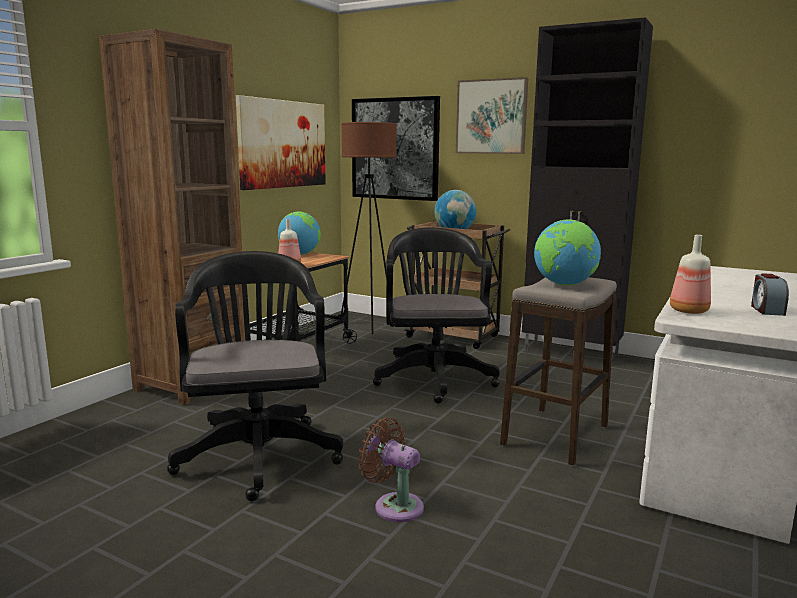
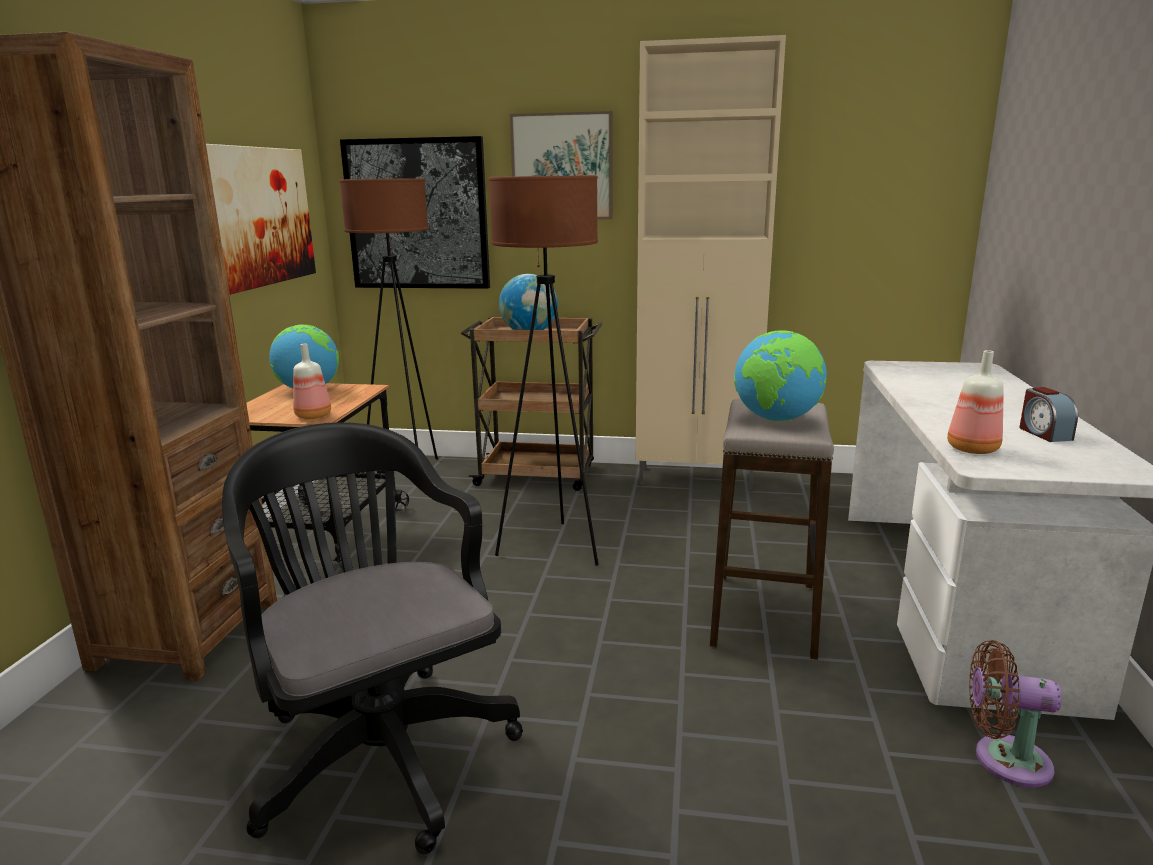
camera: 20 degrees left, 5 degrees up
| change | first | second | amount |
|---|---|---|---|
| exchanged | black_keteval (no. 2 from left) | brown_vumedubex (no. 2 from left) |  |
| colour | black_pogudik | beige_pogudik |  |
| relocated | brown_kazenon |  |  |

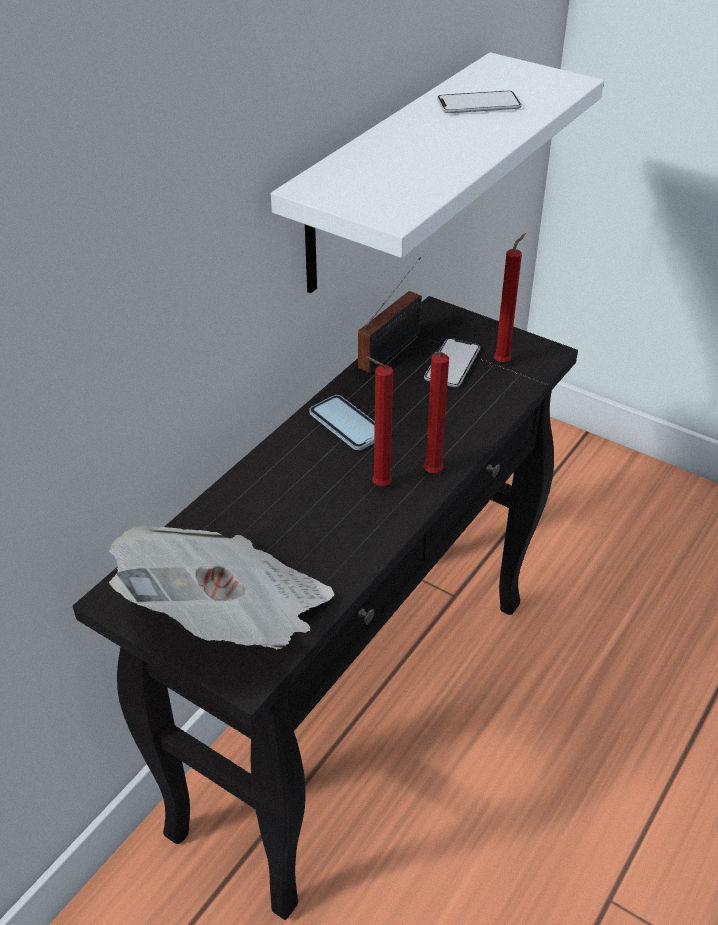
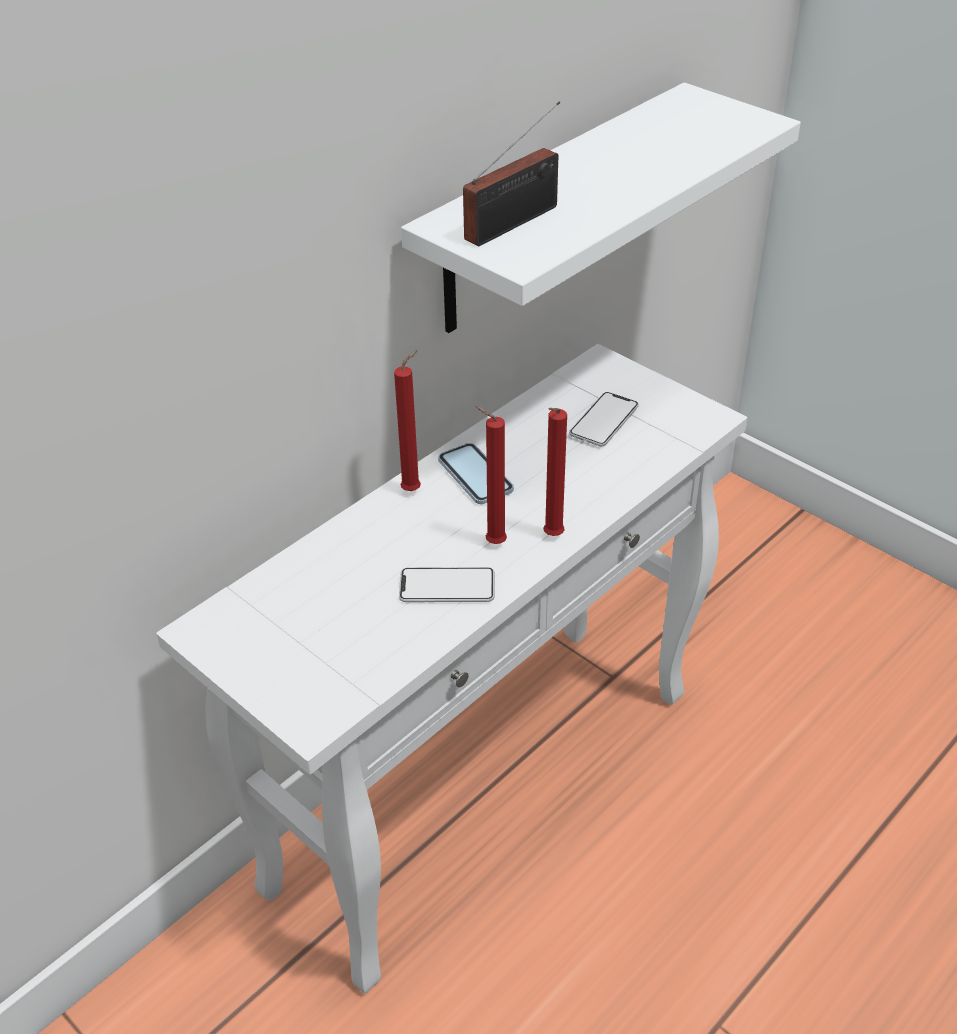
camera: 10 degrees right, 0 degrees up
| change | first | second | amount |
|---|---|---|---|
| colour | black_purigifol | white_purigifol |  |
| relocated | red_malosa (no. 3 from left in the first image) | red_malosa (no. 1 from left) |  |
| relocated | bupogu (no. 3 from left in the first image) | bupogu (no. 1 from left) |  |
| relocated | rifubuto |  |  |
| missing | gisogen |  |  |

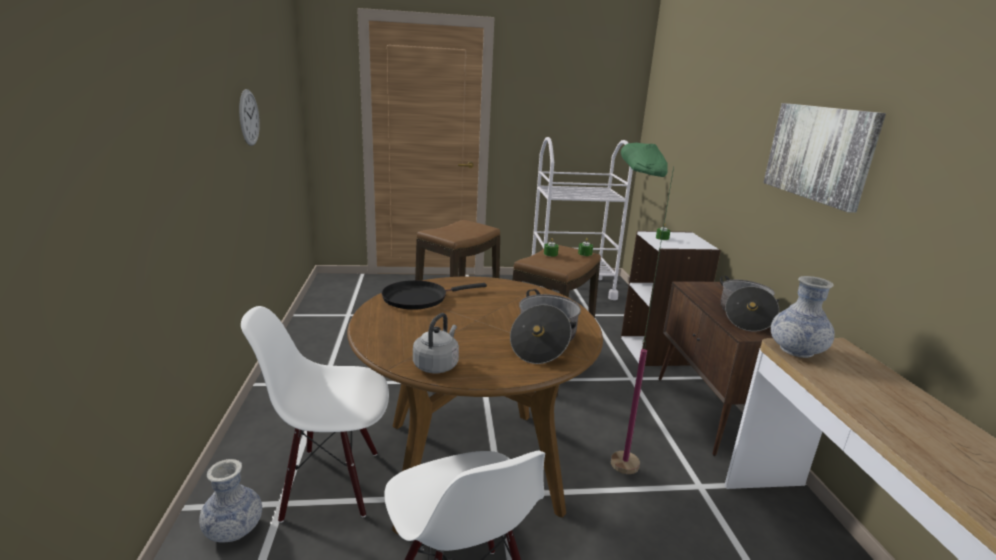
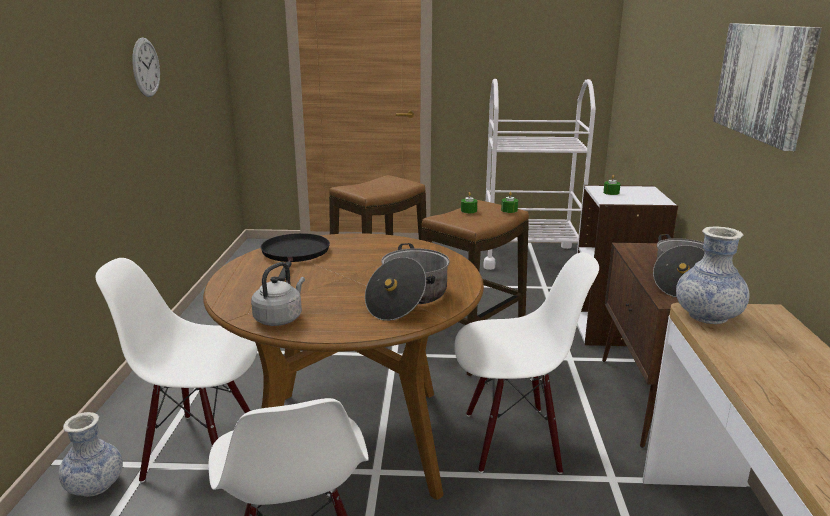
camera: 10 degrees right, 0 degrees up
| change | first | second | amount |
|---|---|---|---|
| spun | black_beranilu |  | 105 degrees clockwise |
| exchanged | green_vumedubex | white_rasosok (no. 3 from left) |  |

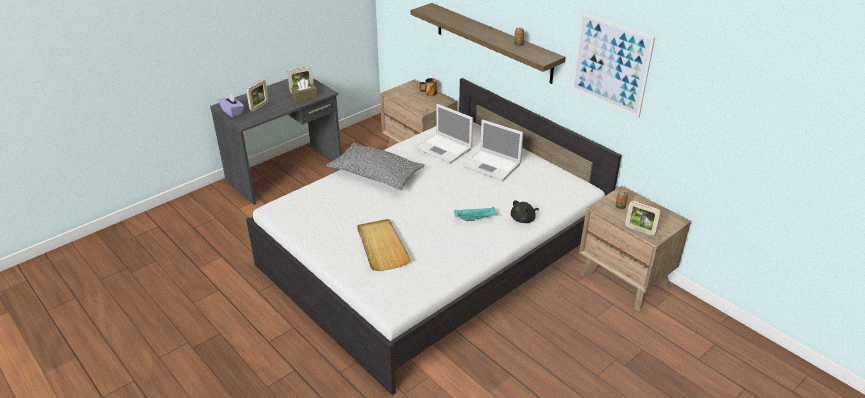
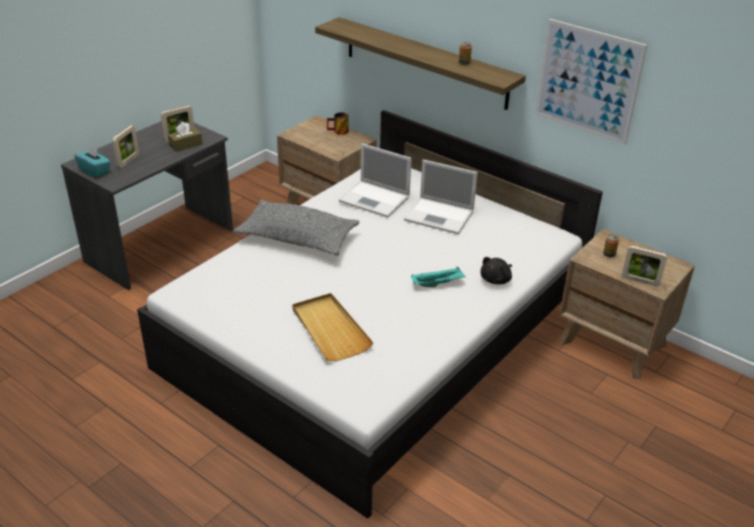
camera: 10 degrees left, 0 degrees up
| change | first | second | amount |
|---|---|---|---|
| colour | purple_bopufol | turquoise_bopufol |  |

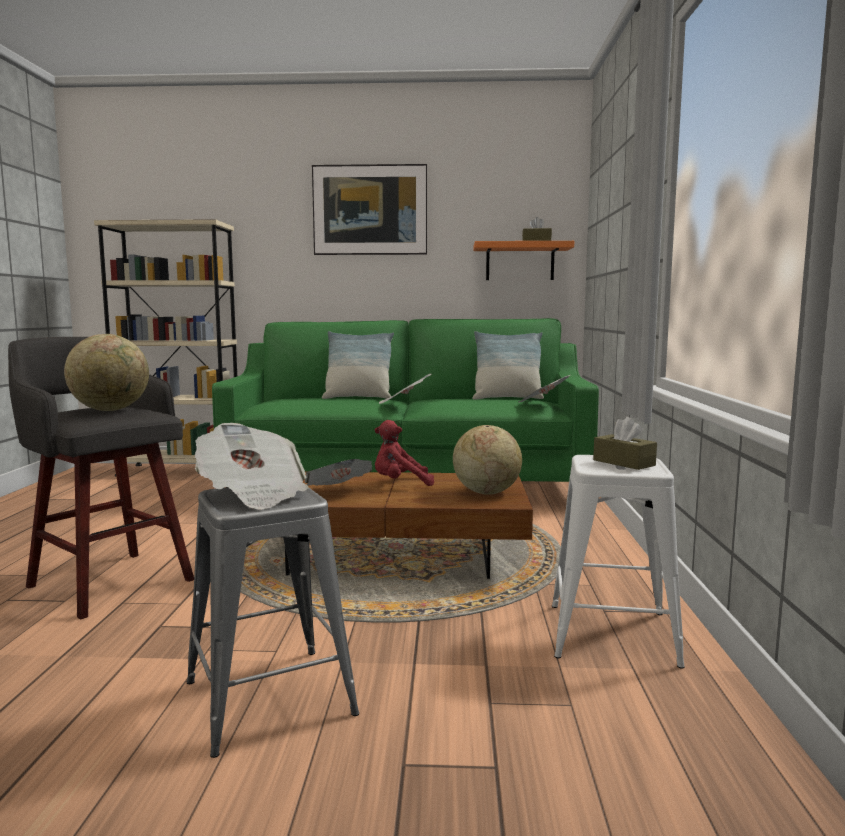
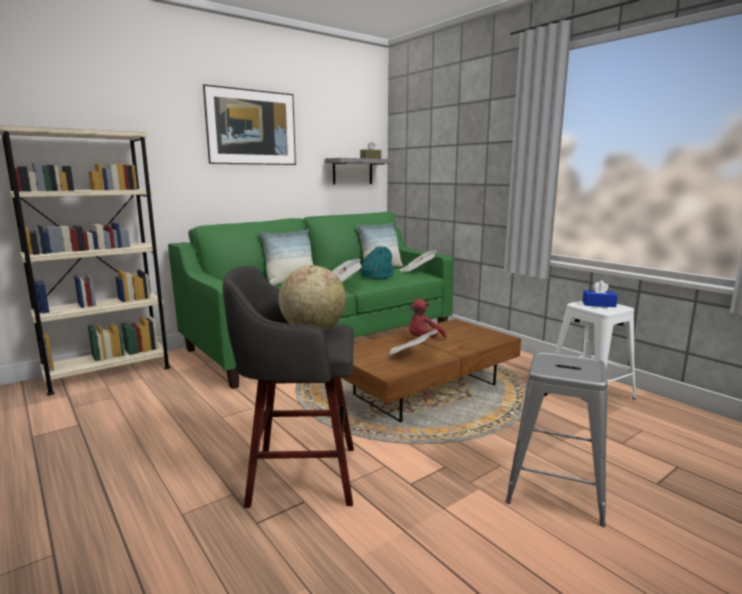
camera: 40 degrees left, 5 degrees up
| change | first | second | amount |
|---|---|---|---|
| colour | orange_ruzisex | grey_ruzisex |  |
| appeared |  | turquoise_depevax |  |
| colour | brown_bopufol (no. 2 from left) | blue_bopufol |  |
| missing | gisogen (no. 1 from left) |  |  |
| missing | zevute (no. 2 from left) |  |  |

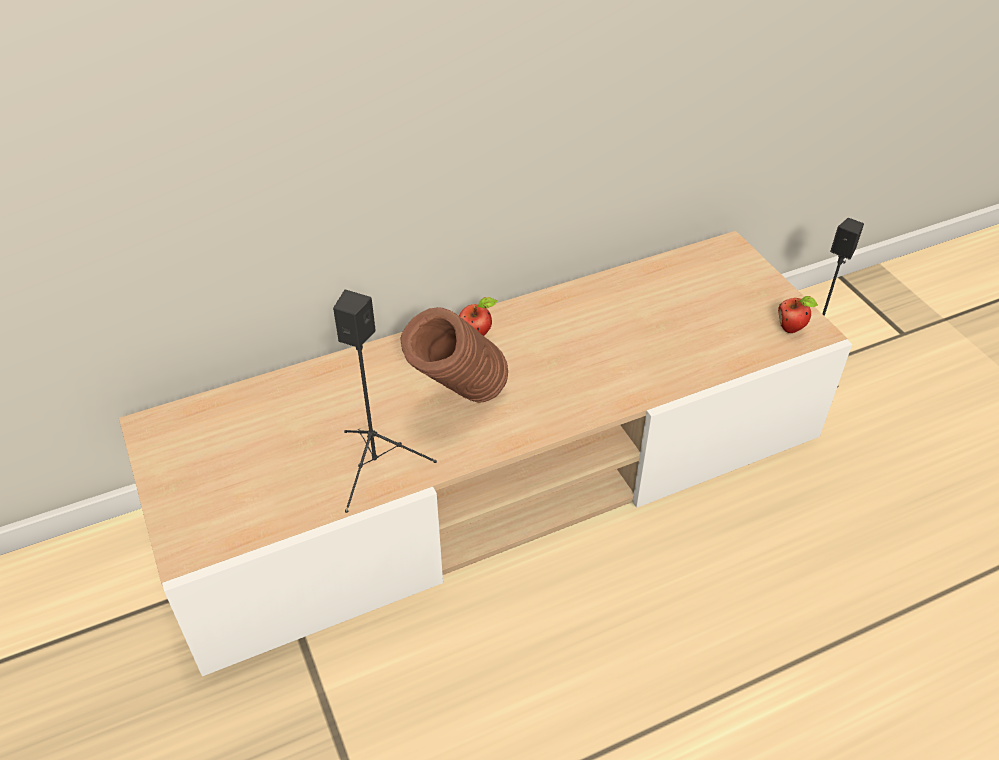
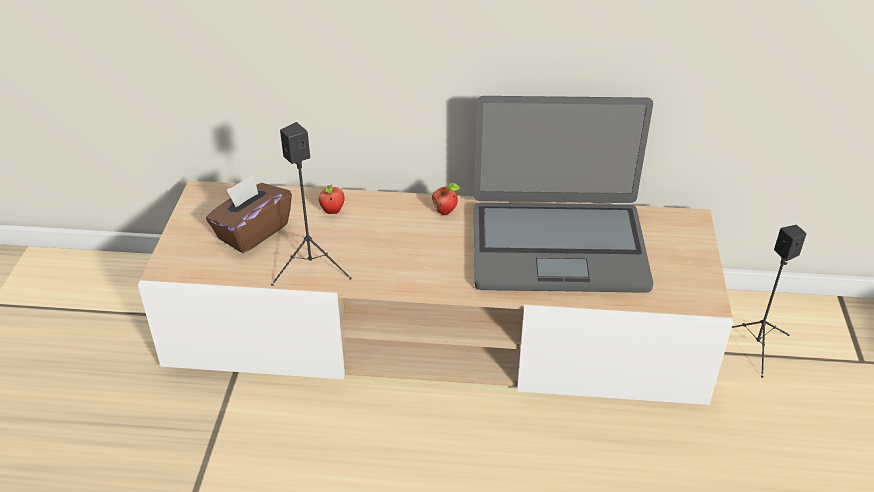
camera: 30 degrees right, 5 degrees down
| change | first | second | amount |
|---|---|---|---|
| appeared |  | brown_bopufol |  |
| relocated | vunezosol (no. 2 from left in the first image) | vunezosol (no. 1 from left) |  |
| appeared |  | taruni |  |
| missing | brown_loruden |  |  |

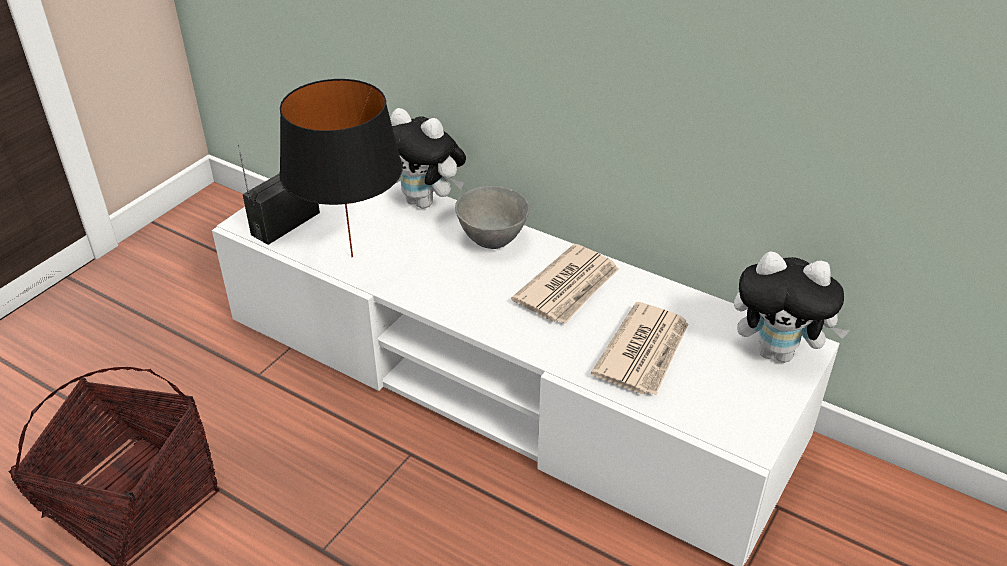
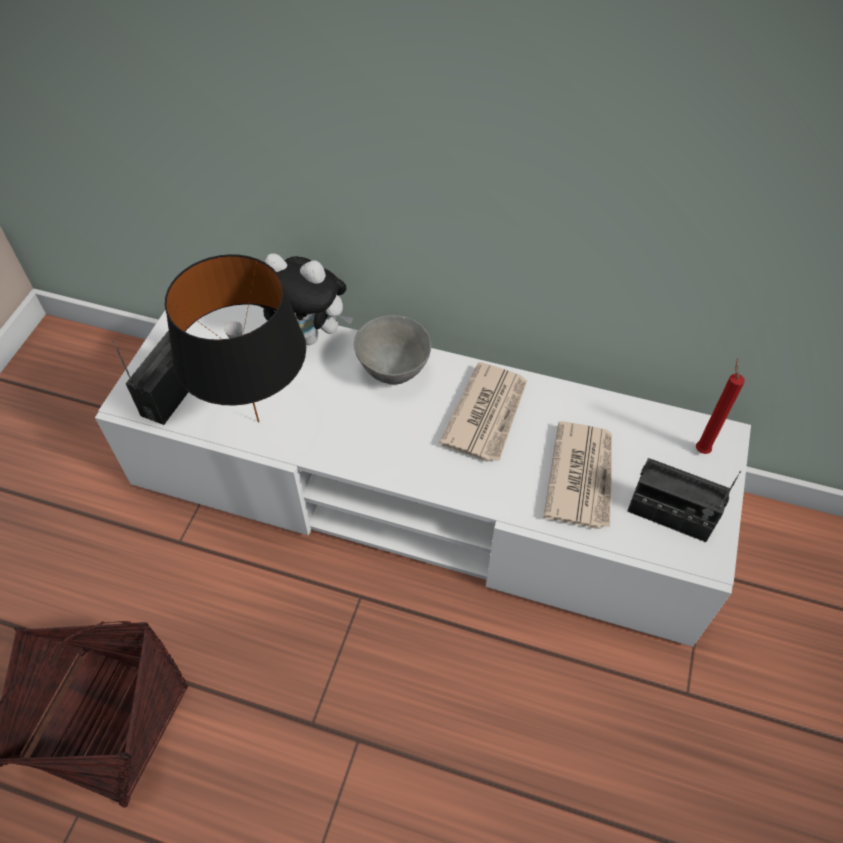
camera: 15 degrees left, 15 degrees up
| change | first | second | amount |
|---|---|---|---|
| appeared |  | rifubuto (no. 2 from left) |  |
| exchanged | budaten (no. 2 from left) | red_malosa |  |

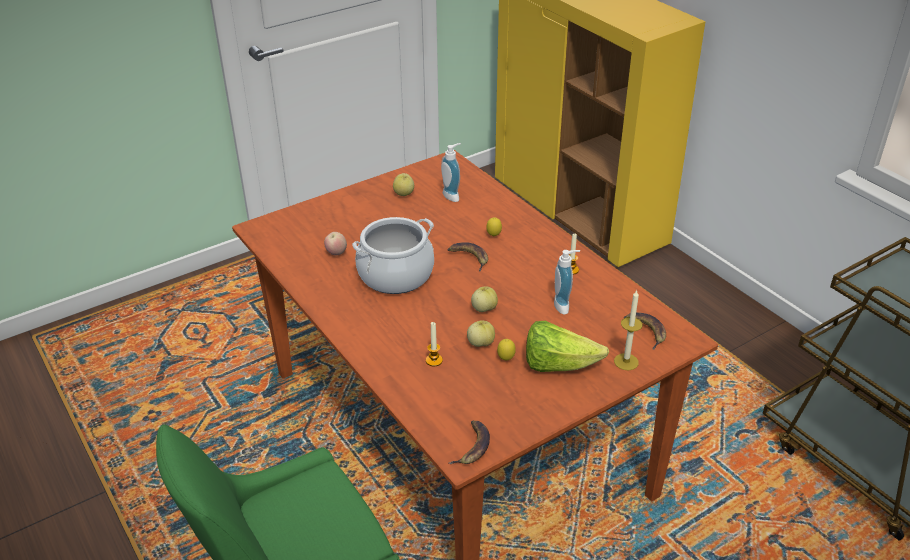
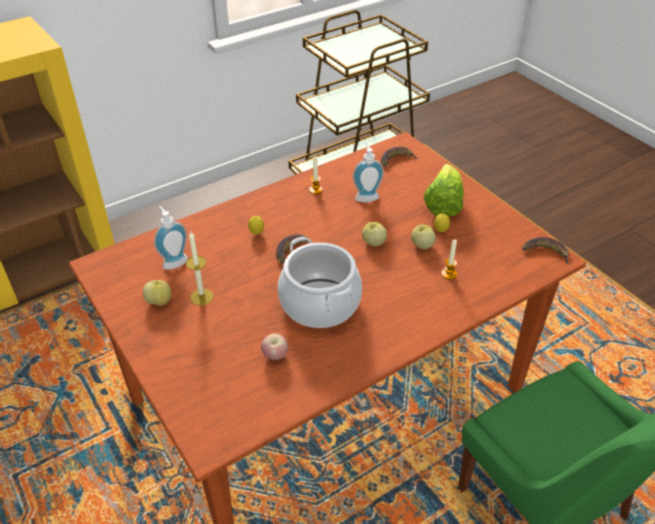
camera: 90 degrees left, 5 degrees up
| change | first | second | amount |
|---|---|---|---|
| relocated | malosa (no. 3 from left in the first image) | malosa (no. 1 from left) |  |

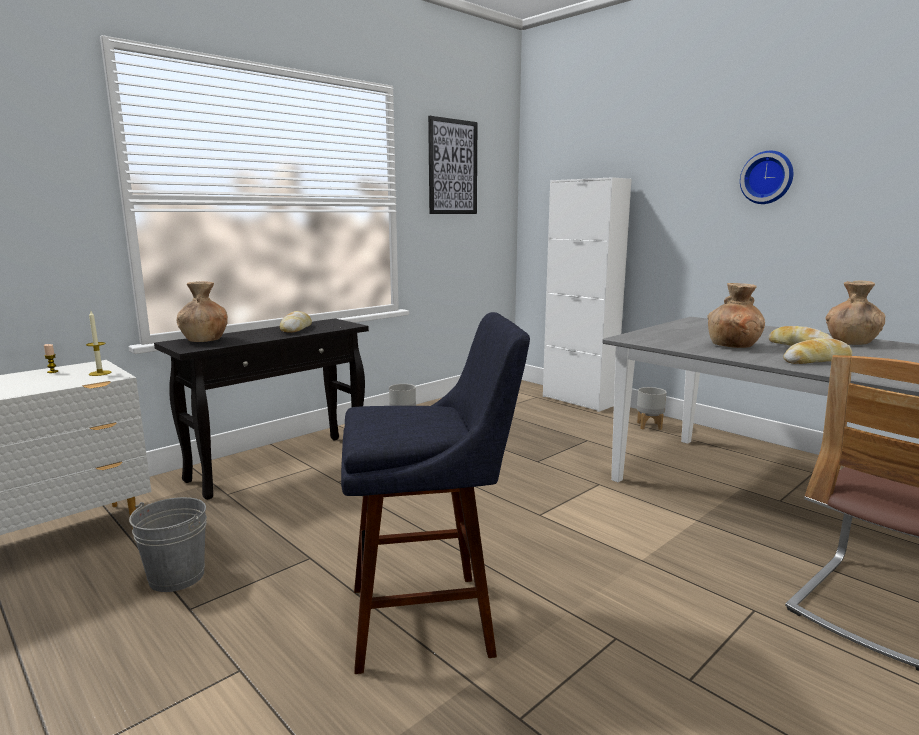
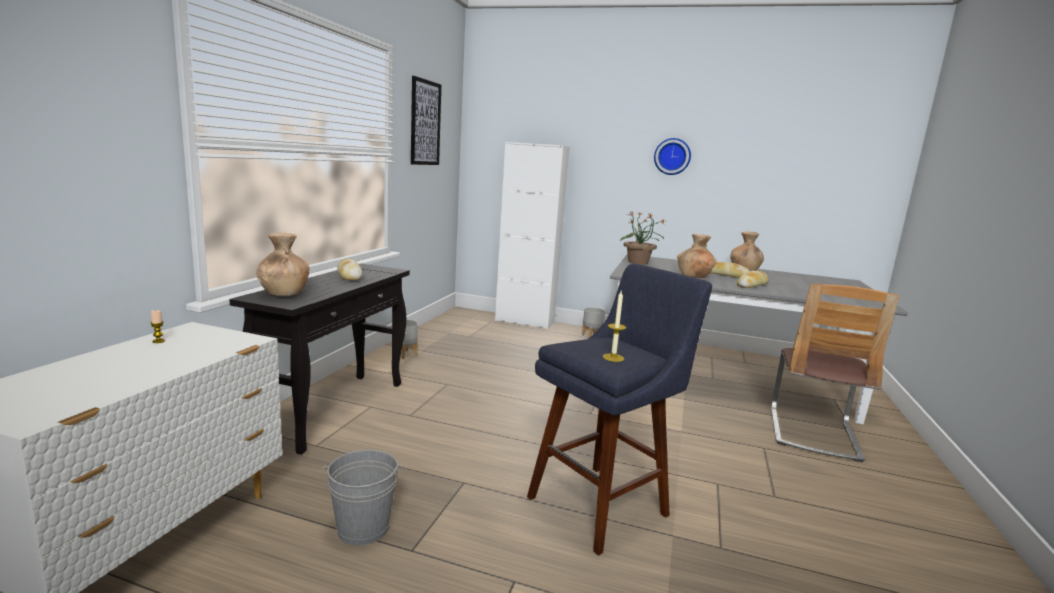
camera: 30 degrees left, 0 degrees up
| change | first | second | amount |
|---|---|---|---|
| relocated | malosa (no. 2 from left) |  |  |
| appeared |  | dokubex |  |

